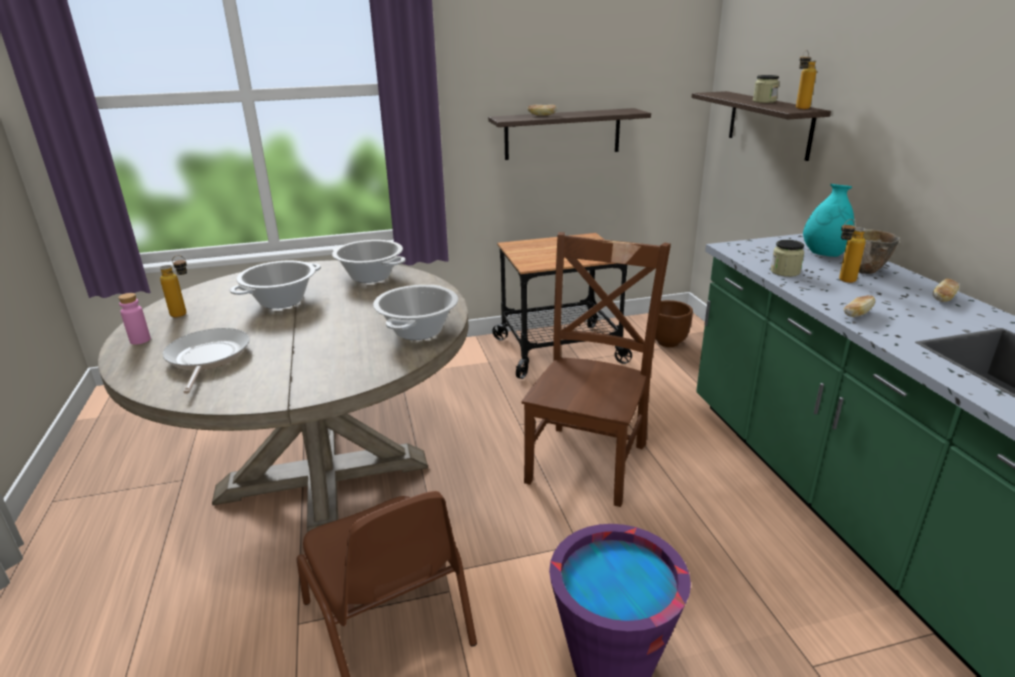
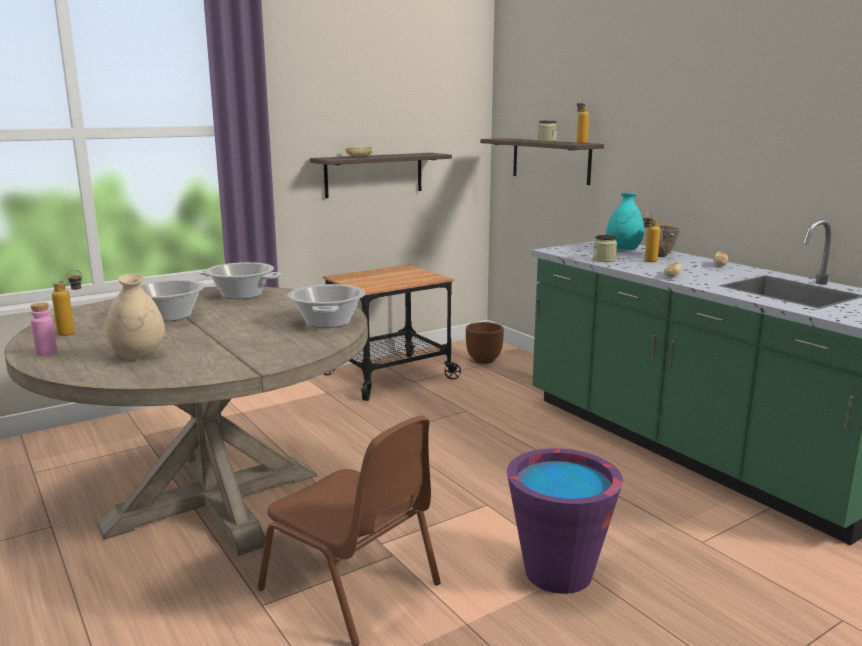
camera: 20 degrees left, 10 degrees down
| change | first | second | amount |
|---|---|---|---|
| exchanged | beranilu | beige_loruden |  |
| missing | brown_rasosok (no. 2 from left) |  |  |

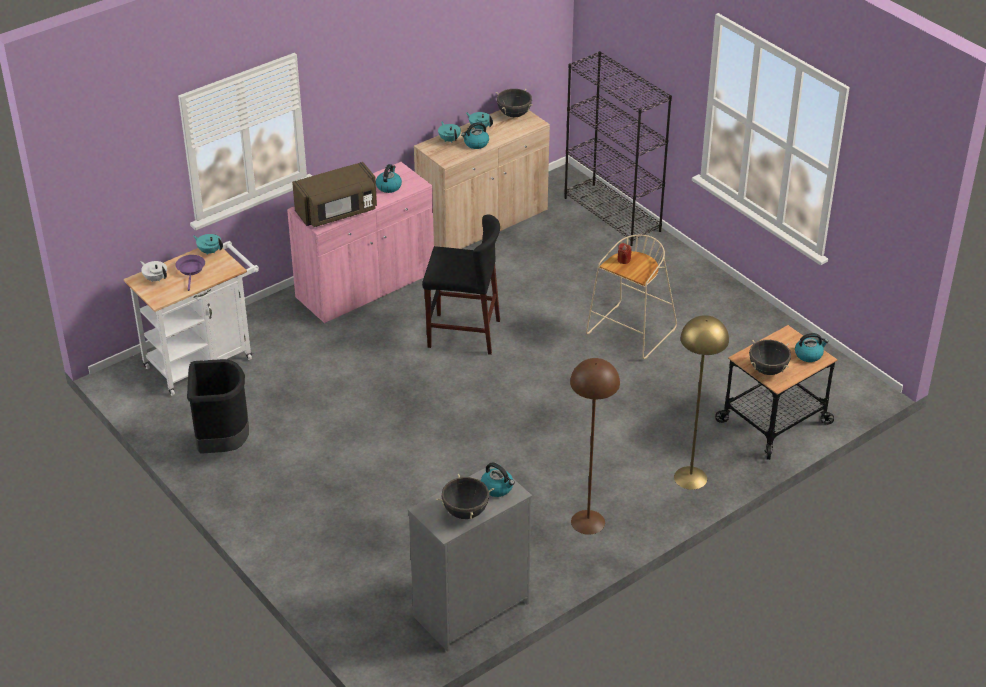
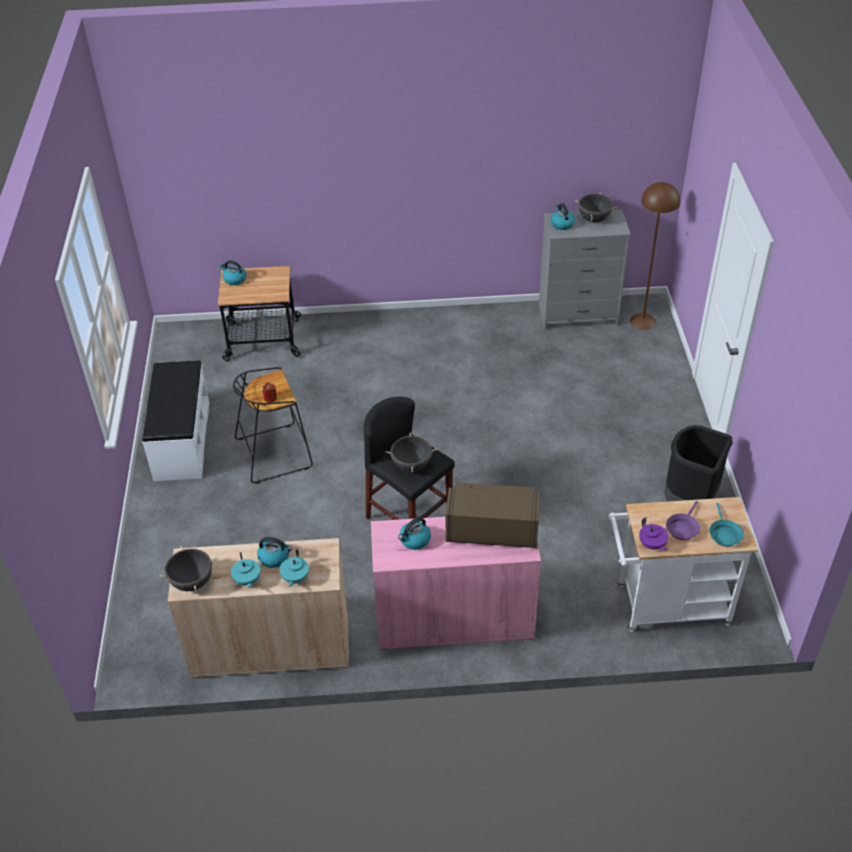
camera: 145 degrees left, 5 degrees up
| change | first | second | amount |
|---|---|---|---|
| appeared |  | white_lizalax |  |
| colour | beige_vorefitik | black_vorefitik (no. 1 from left) |  |
| relocated | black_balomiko (no. 3 from left in the first image) | black_balomiko (no. 2 from left) |  |
| relocated | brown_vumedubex |  |  |
| colour | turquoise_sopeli (no. 1 from left) | purple_sopeli |  |
| exchanged | white_sopeli | turquoise_beranilu |  |
| missing | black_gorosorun |  |  |
| missing | yellow_vumedubex |  |  |

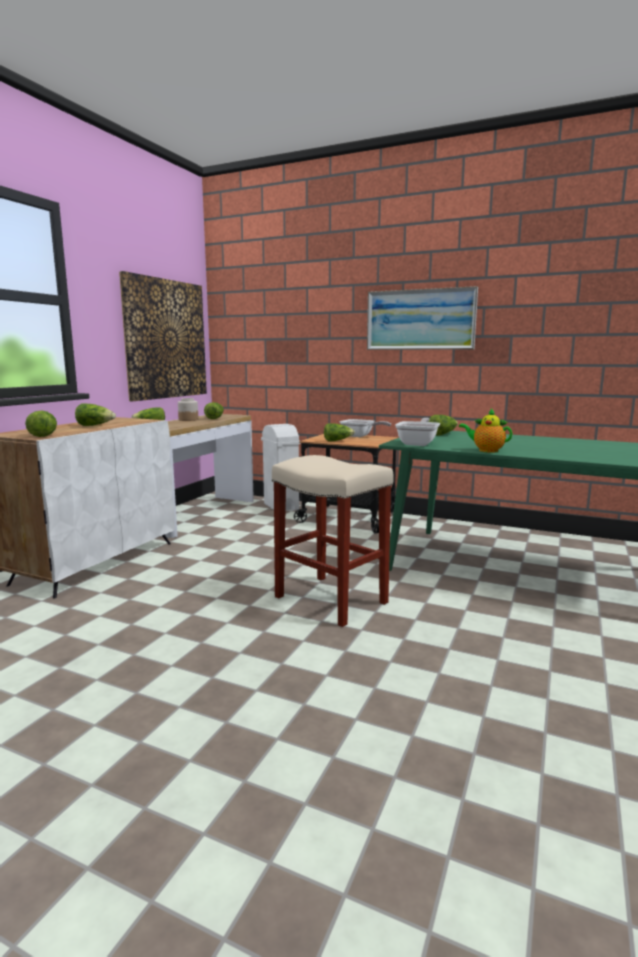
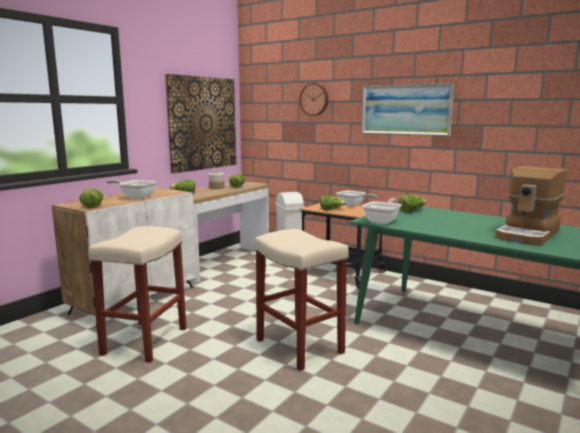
camera: 10 degrees right, 0 degrees up
| change | first | second | amount |
|---|---|---|---|
| appeared |  | beige_vorefitik (no. 1 from left) |  |
| exchanged | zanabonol (no. 2 from left) | beranilu (no. 1 from left) |  |
| appeared |  | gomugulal |  |
| appeared |  | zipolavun |  |
| missing | sopeli |  |  |

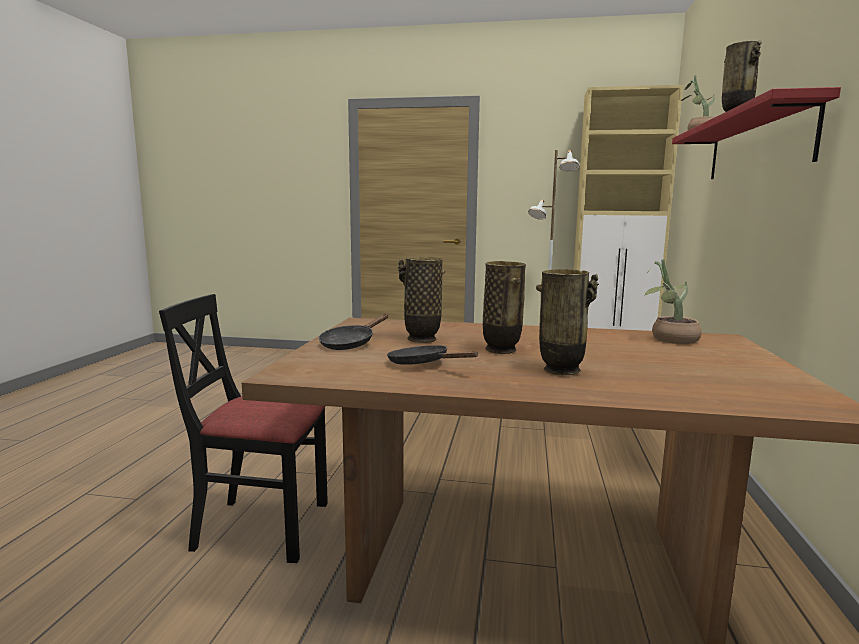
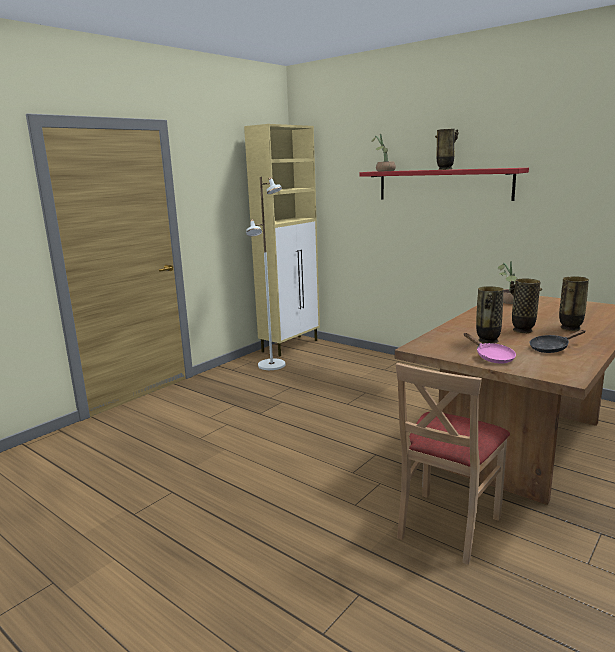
camera: 60 degrees left, 5 degrees up
| change | first | second | amount |
|---|---|---|---|
| colour | black_rasosok | beige_rasosok |  |
| colour | black_beranilu (no. 1 from left) | pink_beranilu |  |

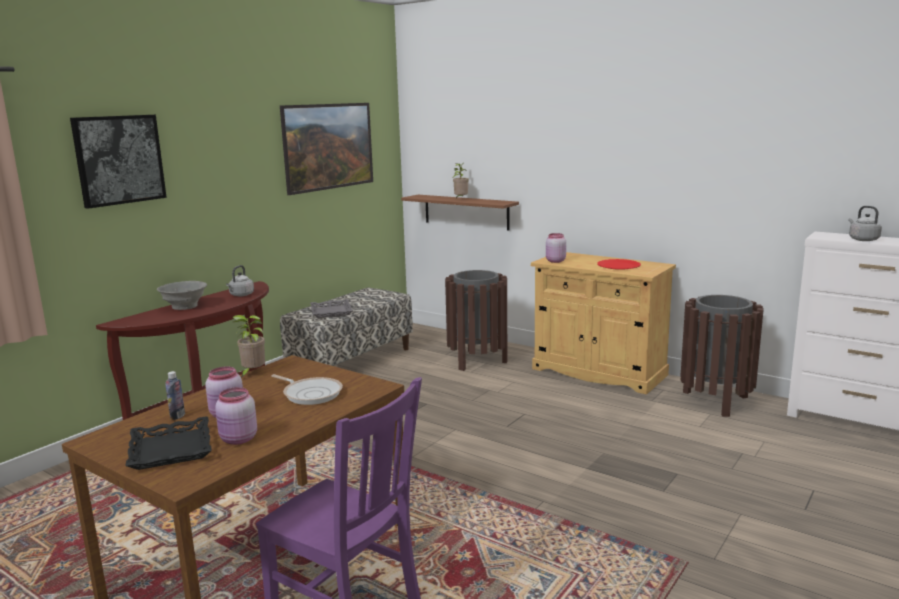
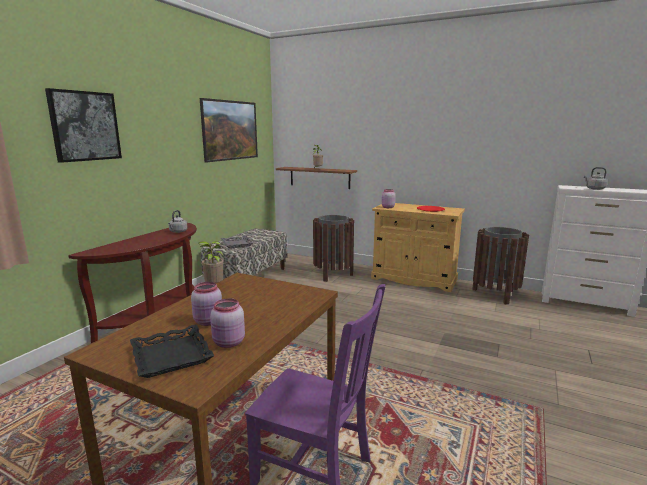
camera: 10 degrees left, 0 degrees up
| change | first | second | amount |
|---|---|---|---|
| missing | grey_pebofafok |  |  |
| missing | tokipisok |  |  |
| missing | beranilu |  |  |

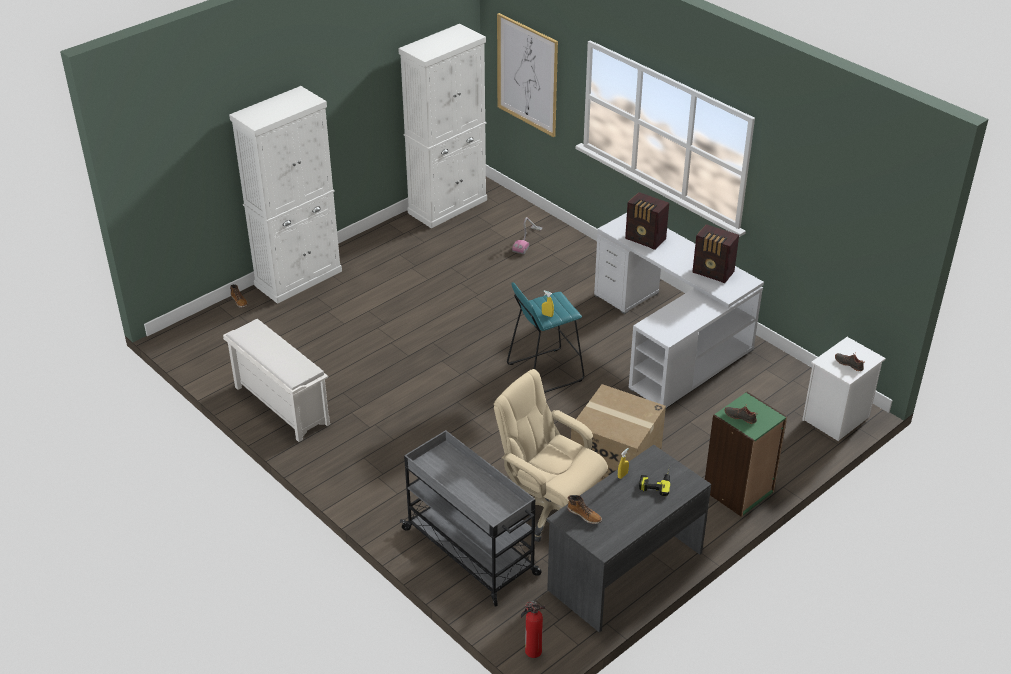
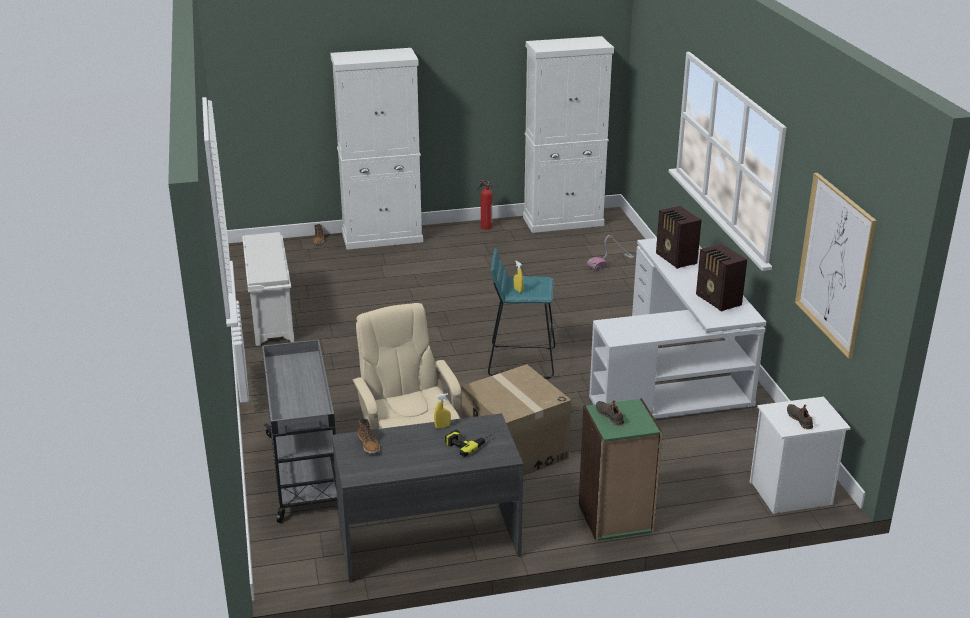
camera: 30 degrees right, 10 degrees down
| change | first | second | amount |
|---|---|---|---|
| relocated | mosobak |  |  |
| relocated | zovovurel |  |  |

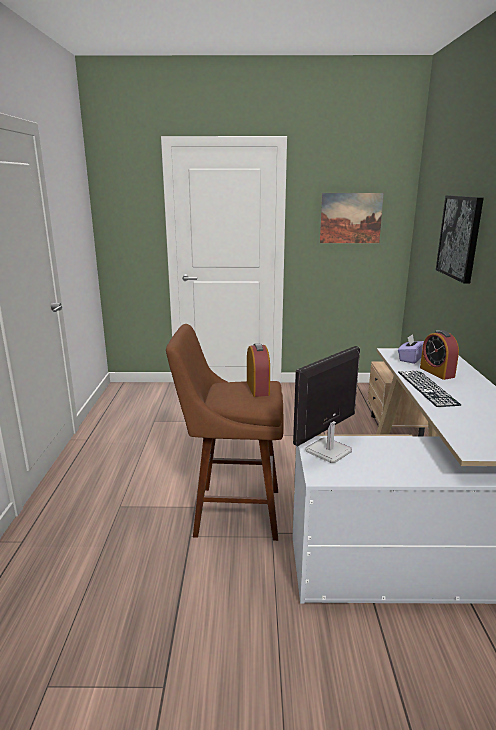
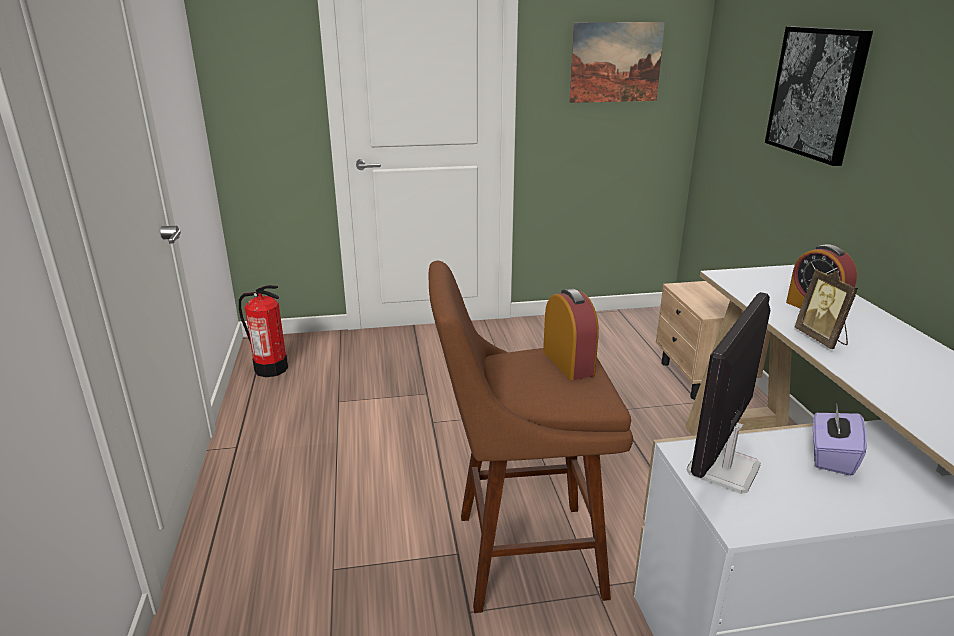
camera: 10 degrees left, 5 degrees up
| change | first | second | amount |
|---|---|---|---|
| appeared |  | mosobak |  |
| exchanged | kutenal | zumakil |  |
| relocated | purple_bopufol |  |  |

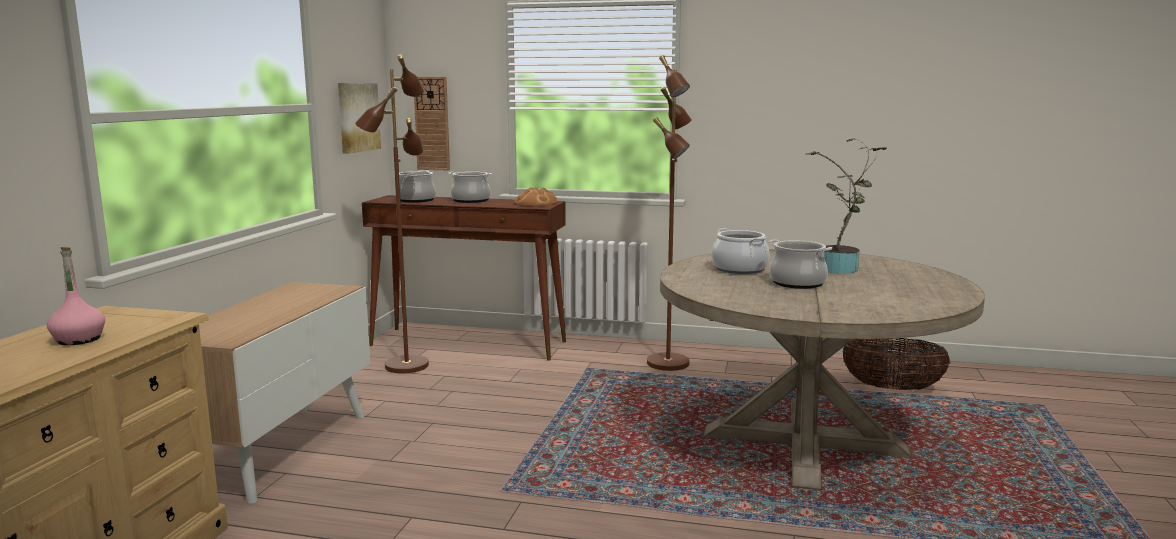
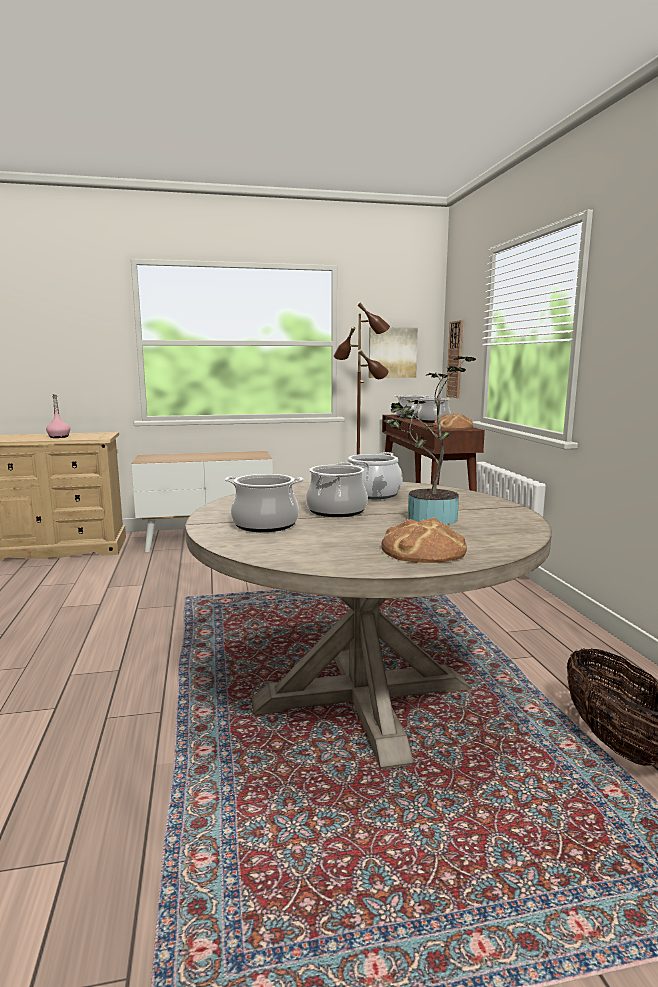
camera: 65 degrees right, 0 degrees up
| change | first | second | amount |
|---|---|---|---|
| appeared |  | balomiko (no. 1 from left) |  |
| appeared |  | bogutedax (no. 1 from left) |  |
| missing | brown_vumedubex (no. 2 from left) |  |  |

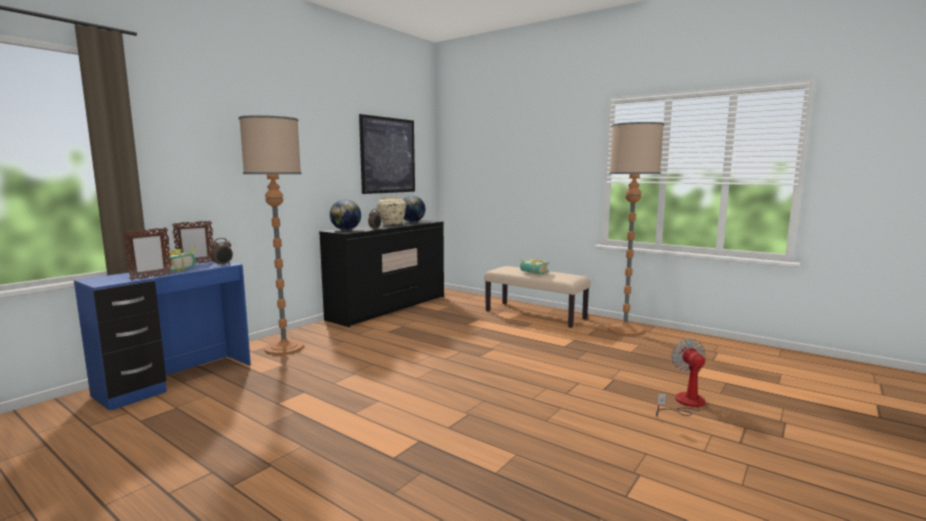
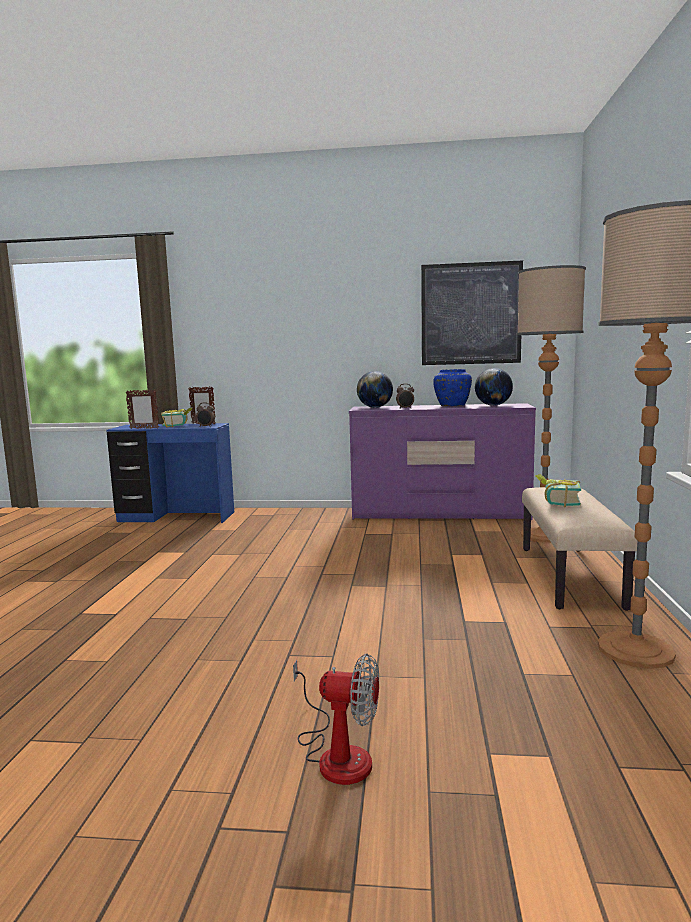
camera: 60 degrees right, 0 degrees up
| change | first | second | amount |
|---|---|---|---|
| spun | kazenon |  | 45 degrees clockwise |
| colour | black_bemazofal | purple_bemazofal |  |
| colour | beige_loruden | blue_loruden |  |
| relocated | vumedubex (no. 1 from left) |  |  |

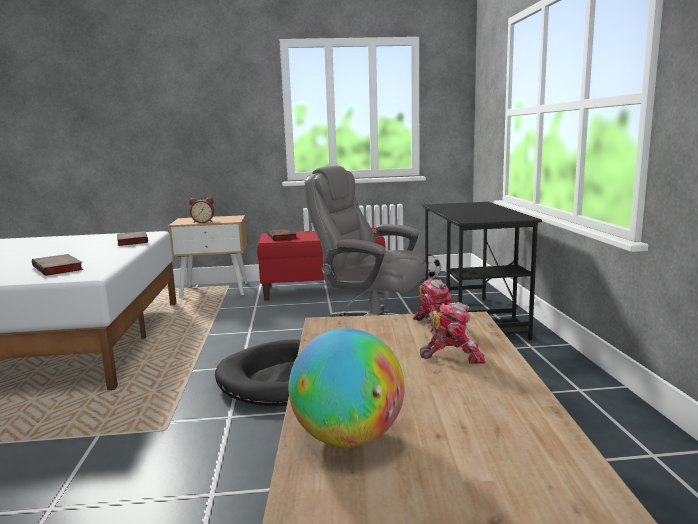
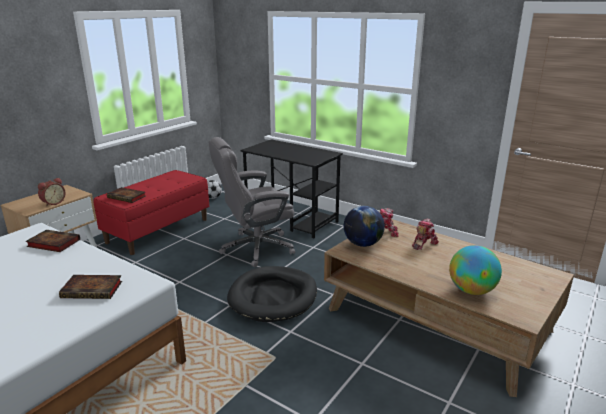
camera: 50 degrees left, 10 degrees up
| change | first | second | amount |
|---|---|---|---|
| appeared |  | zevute (no. 1 from left) |  |

